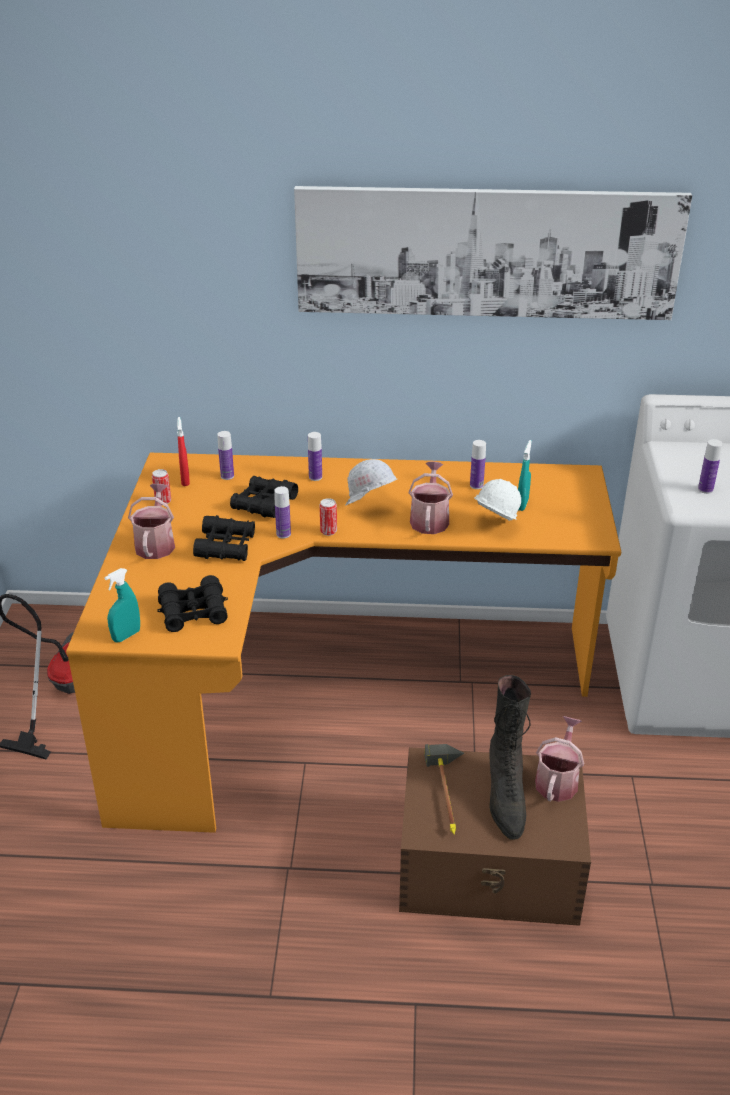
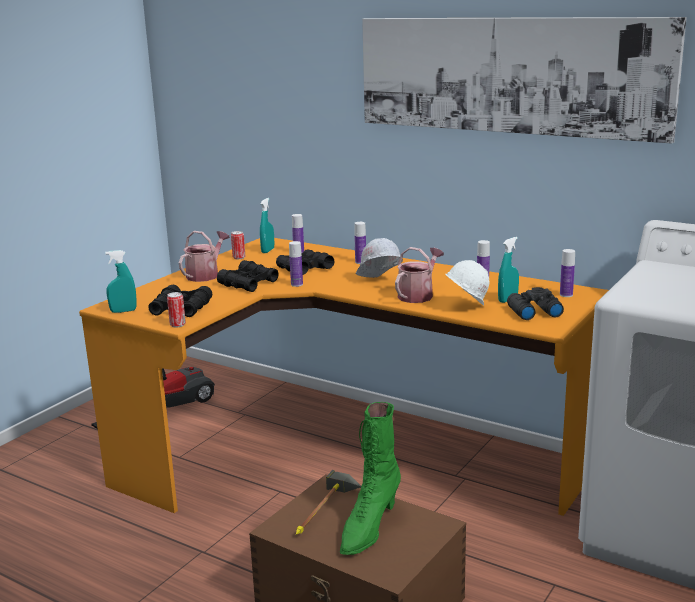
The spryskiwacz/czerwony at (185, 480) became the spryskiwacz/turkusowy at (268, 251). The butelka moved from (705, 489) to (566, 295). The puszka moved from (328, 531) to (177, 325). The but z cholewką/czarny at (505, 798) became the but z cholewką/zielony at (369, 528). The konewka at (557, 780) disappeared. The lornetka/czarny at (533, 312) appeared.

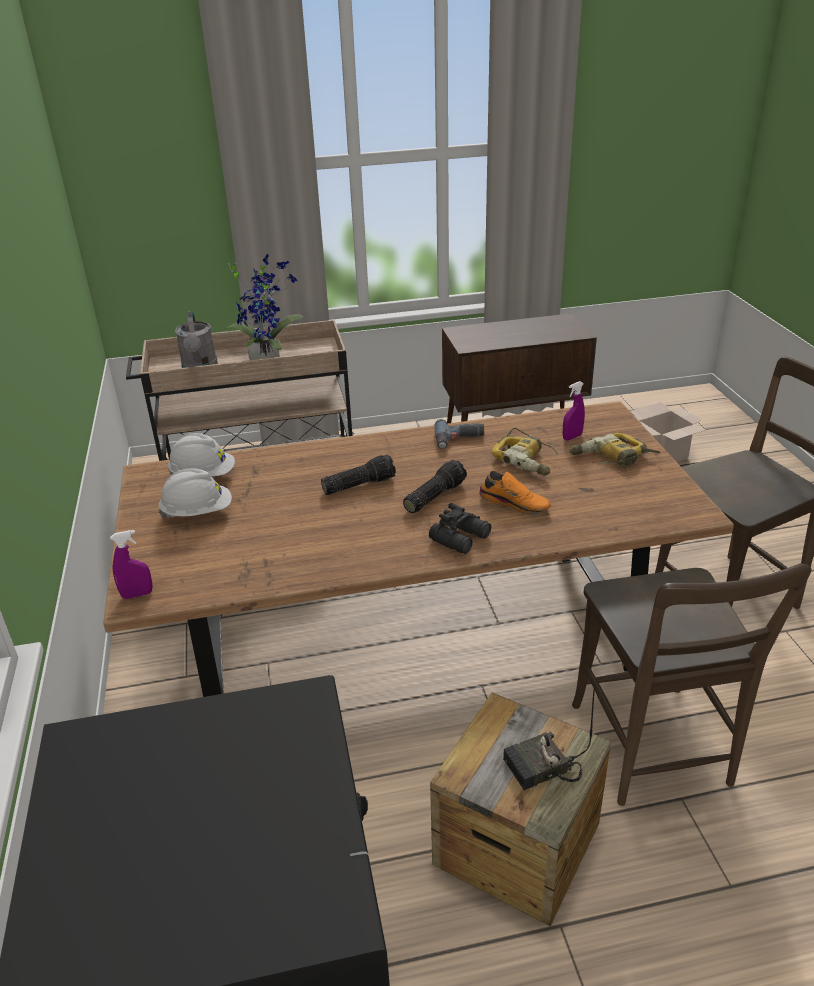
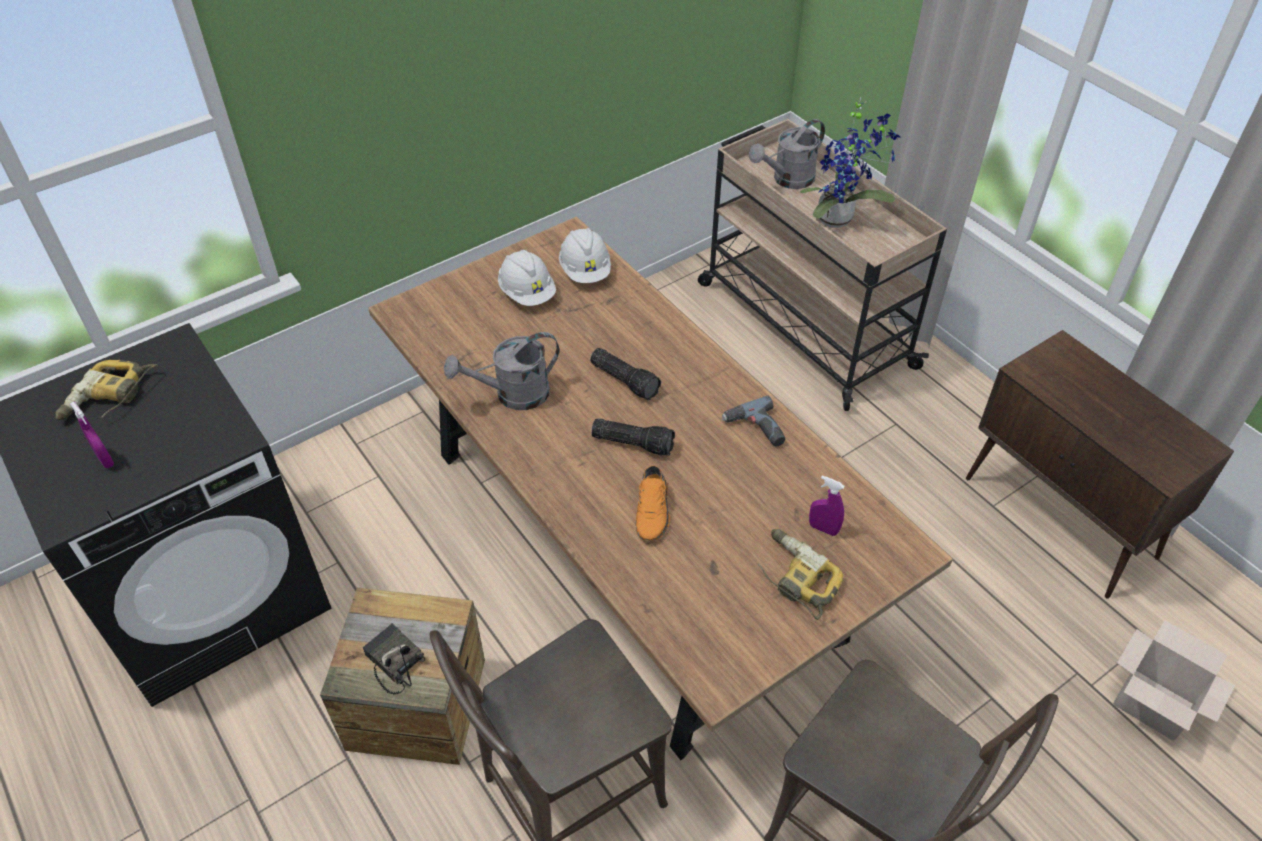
The wiertarka moved from (527, 459) to (109, 398). The lornetka/czarny at (462, 538) disappeared. The spryskiwacz/fioletowy moved from (137, 594) to (105, 459). The konewka/szary at (513, 395) appeared.

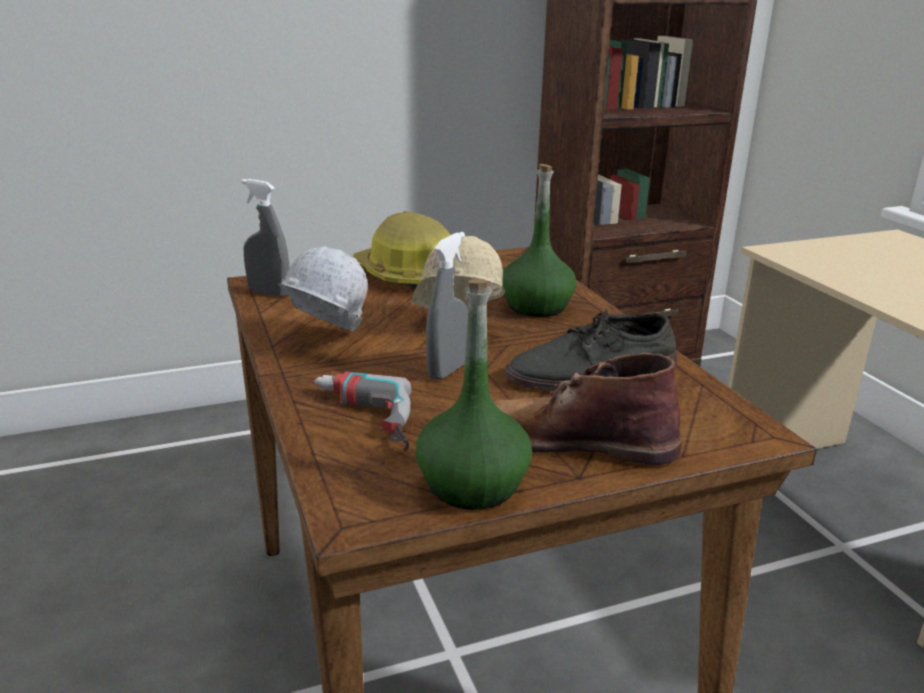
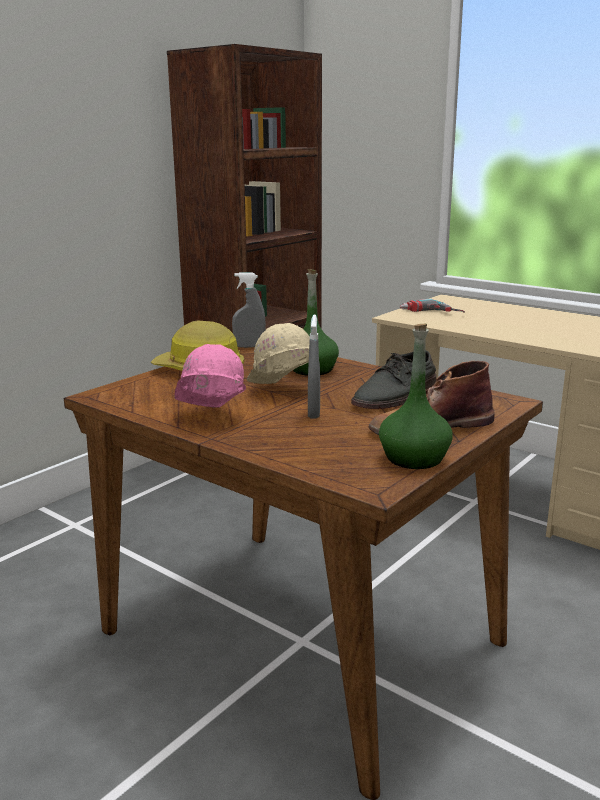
The spryskiwacz/szary moved from (269, 293) to (249, 346). The kask/biały at (323, 342) became the kask/różowy at (210, 417). The wiertarka moved from (359, 421) to (430, 313).

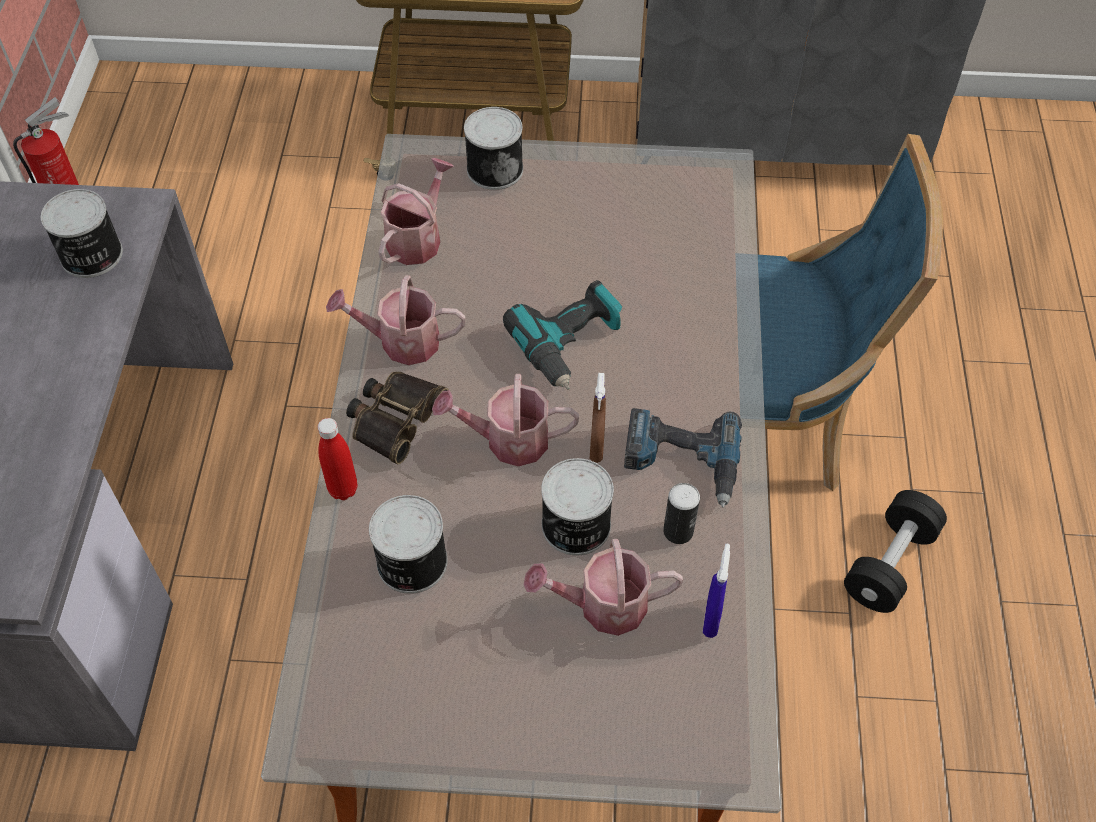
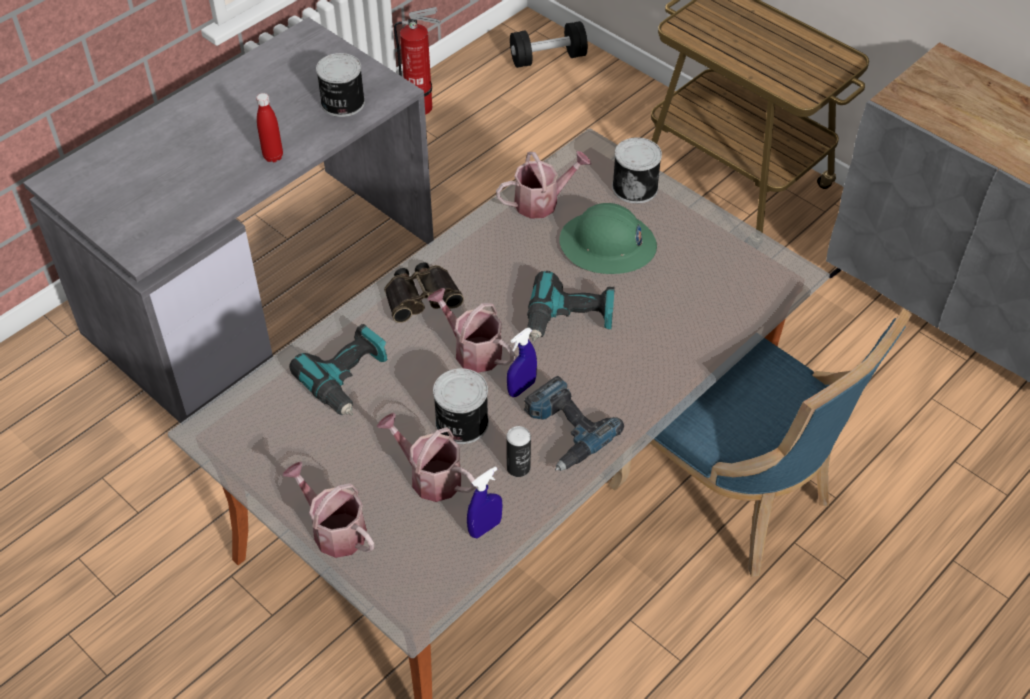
The konewka moved from (401, 341) to (334, 530). The spryskiwacz/brązowy at (597, 446) became the spryskiwacz/niebieski at (521, 388). The butelka/czerwony moved from (343, 489) to (273, 157). The hantel/czarny moved from (889, 563) to (548, 58). The puszka at (410, 563) was replaced by the wiertarka at (349, 379). The kask/zielony at (607, 245) appeared.

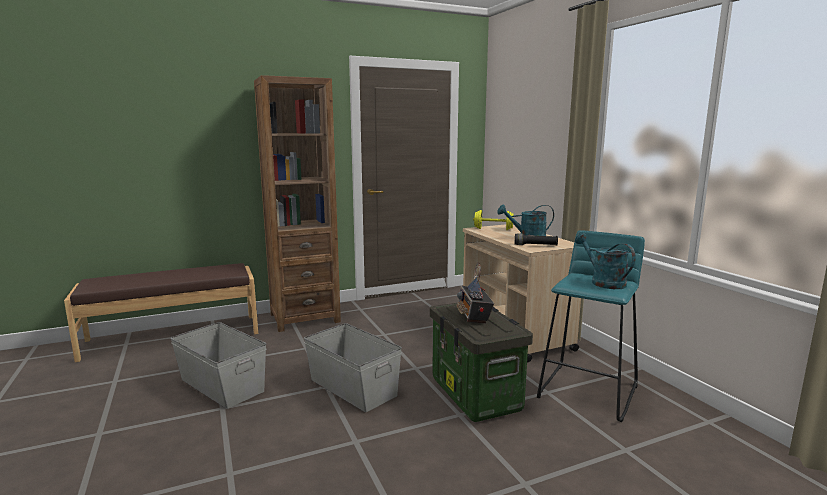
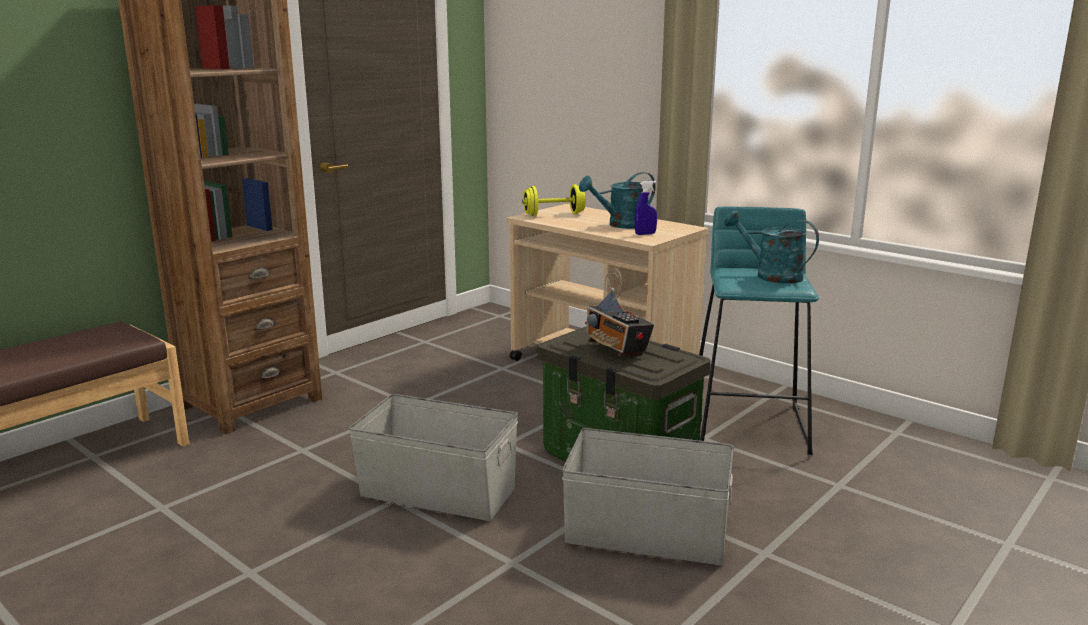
The latarka/czarny at (535, 245) was replaced by the spryskiwacz/niebieski at (645, 234). The pojemnik do przechowywania/szary moved from (221, 385) to (647, 534).

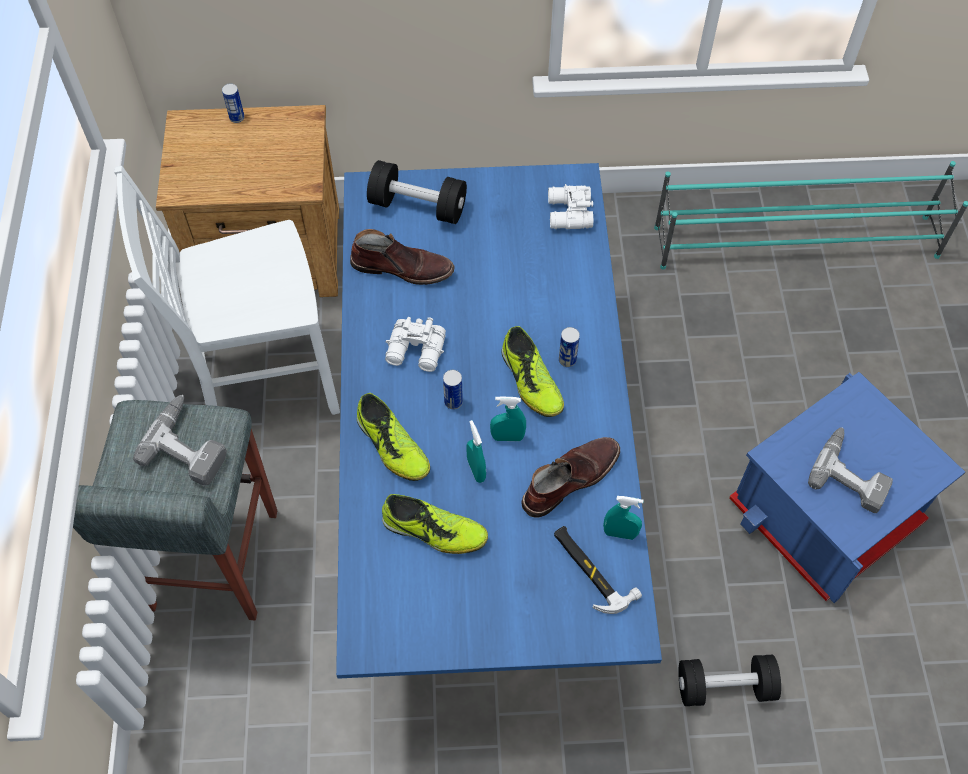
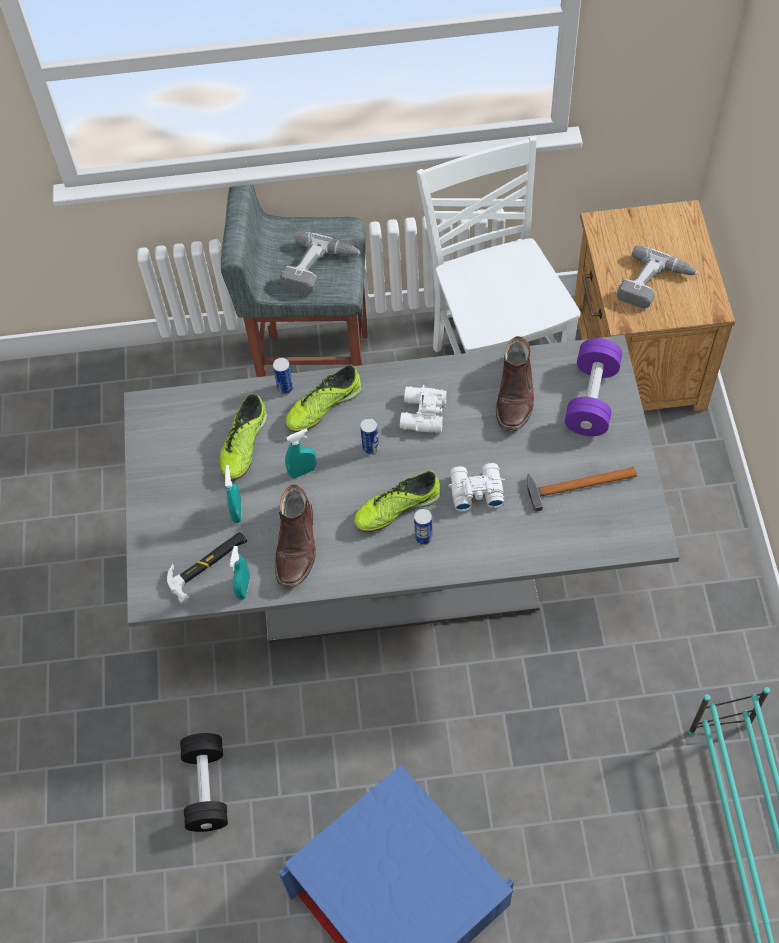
The puszka moved from (237, 117) to (285, 388). The hantel/czarny at (417, 206) became the hantel/fioletowy at (591, 399). The stół jadalny/niebieski at (483, 489) became the stół jadalny/szary at (396, 569). The lornetka/biały moved from (568, 214) to (475, 490). The spryskiwacz/turkusowy moved from (507, 437) to (237, 511). The wiertarka moved from (851, 473) to (654, 285). The but z cholewką/brązowy at (569, 479) turned 45 degrees clockwise. The młotek at (575, 485) appeared.

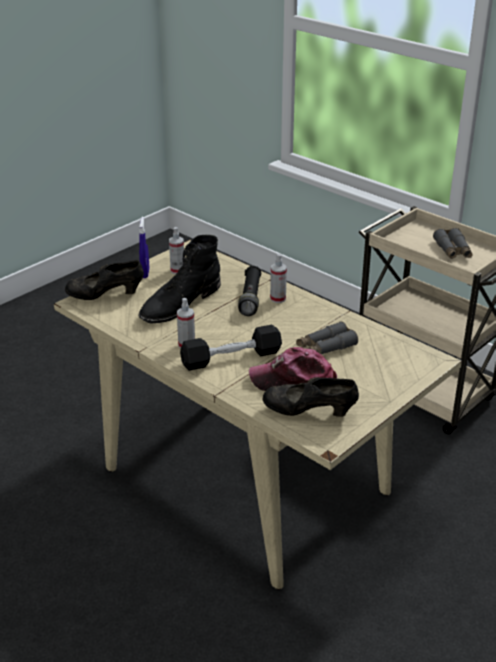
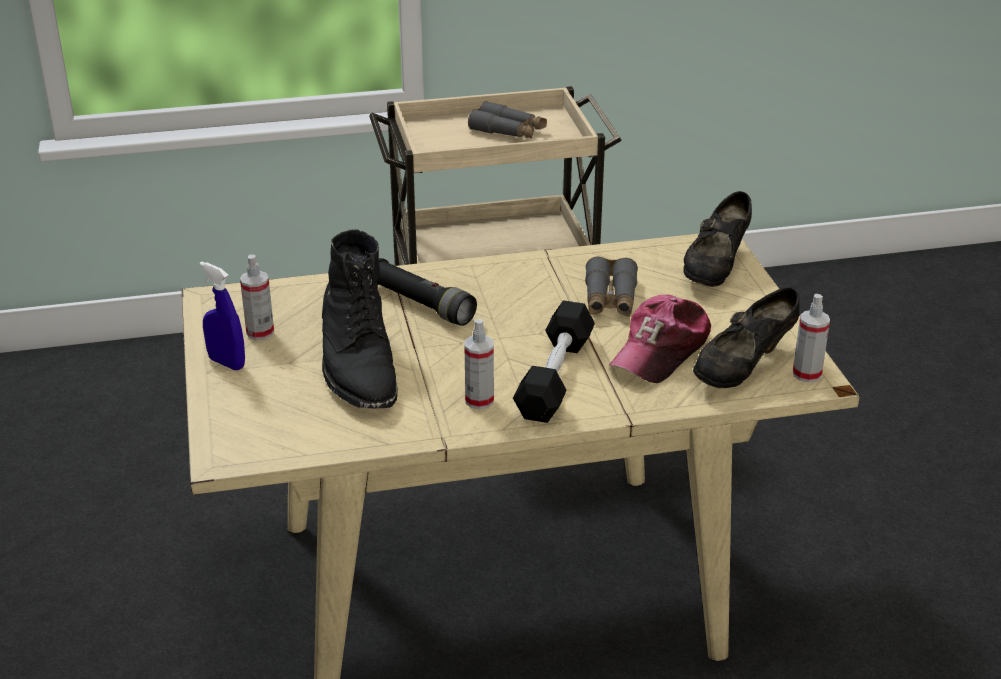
The spryskiwacz moved from (278, 299) to (807, 374). The but/czarny moved from (105, 295) to (715, 269).

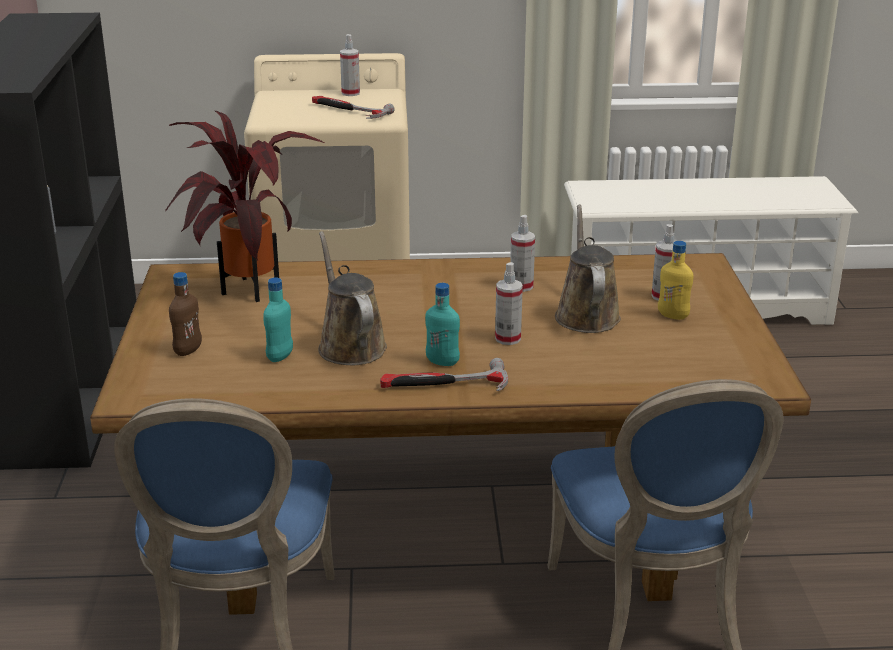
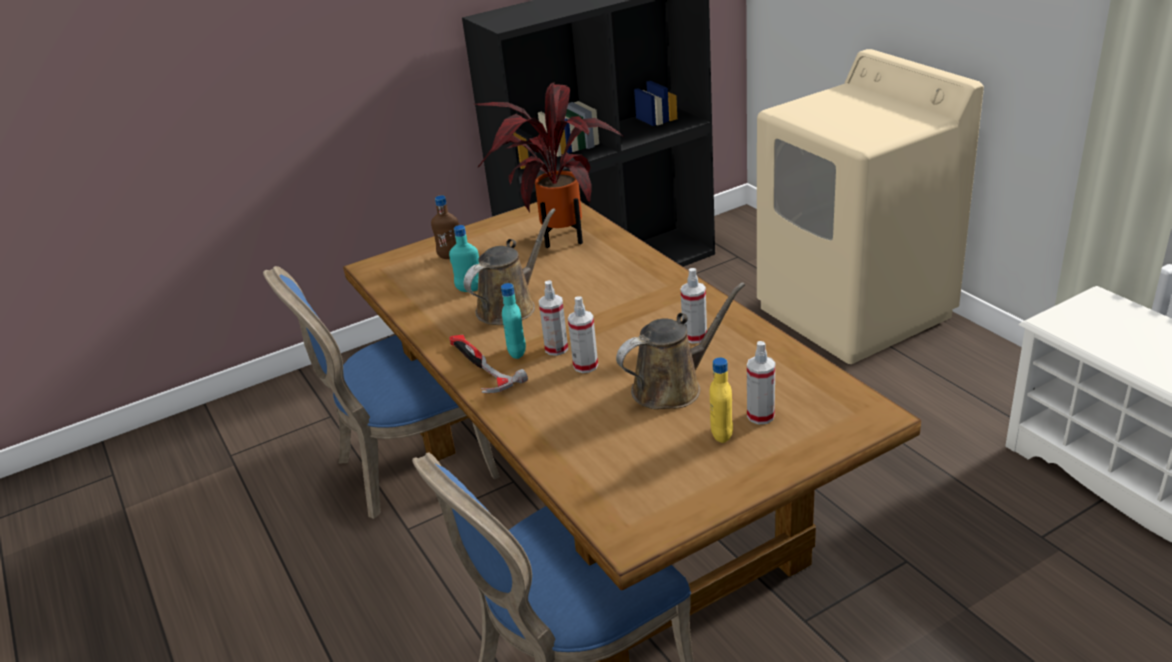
The spryskiwacz moved from (350, 93) to (556, 348). The młotek at (348, 111) disappeared.

